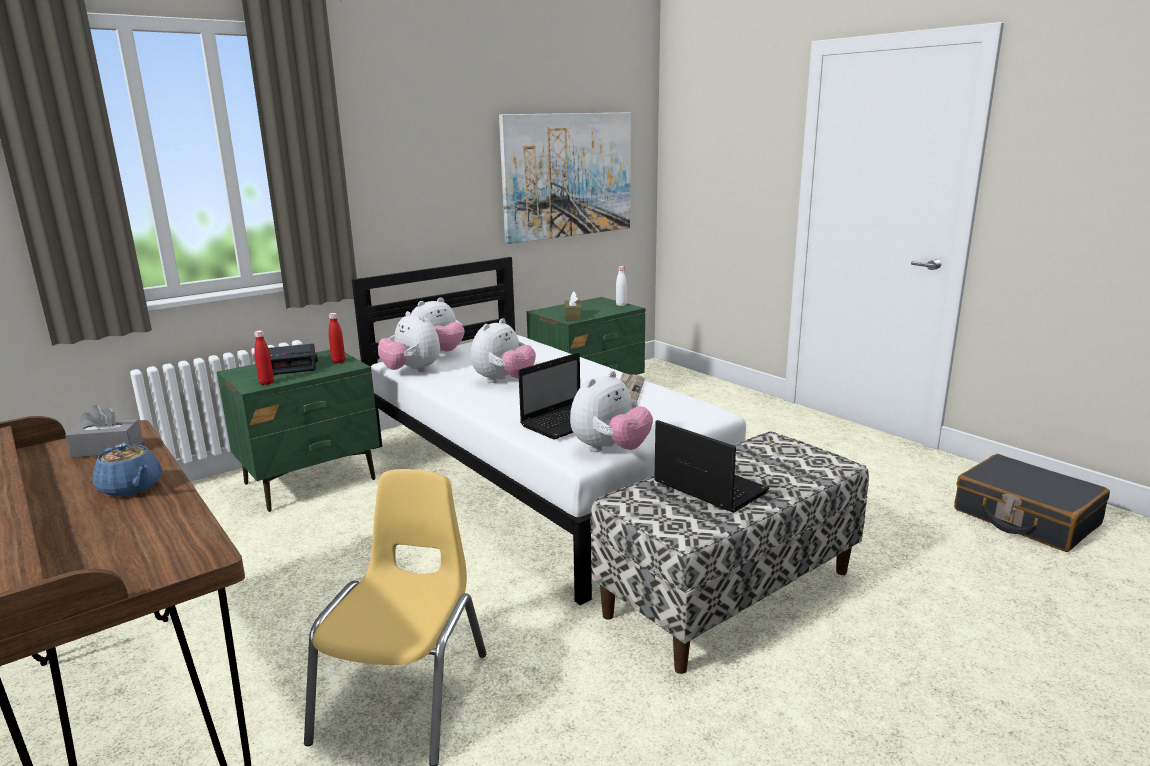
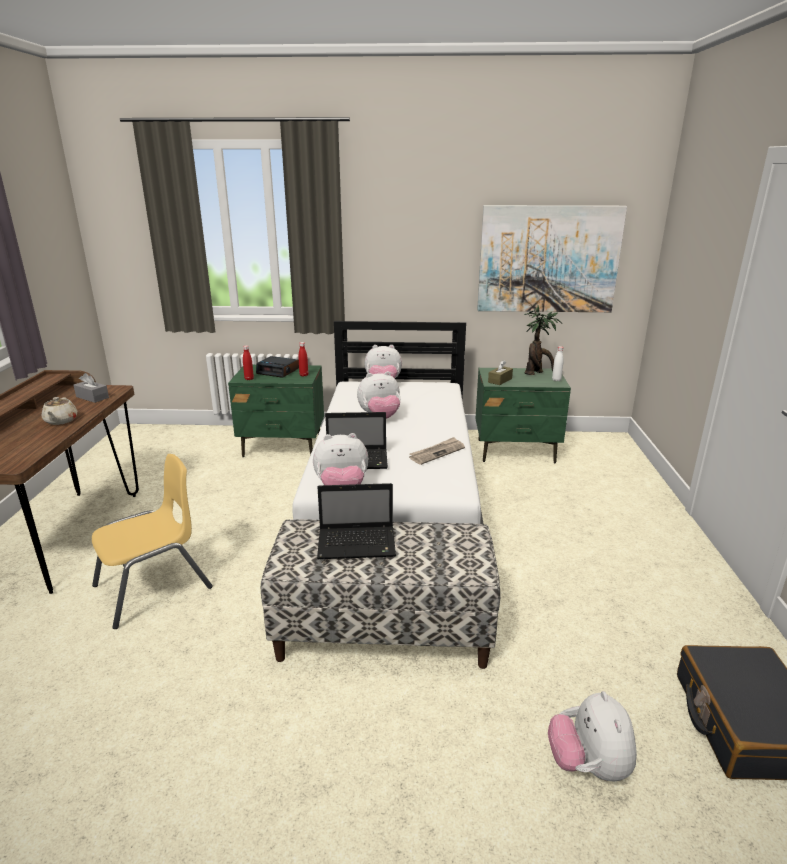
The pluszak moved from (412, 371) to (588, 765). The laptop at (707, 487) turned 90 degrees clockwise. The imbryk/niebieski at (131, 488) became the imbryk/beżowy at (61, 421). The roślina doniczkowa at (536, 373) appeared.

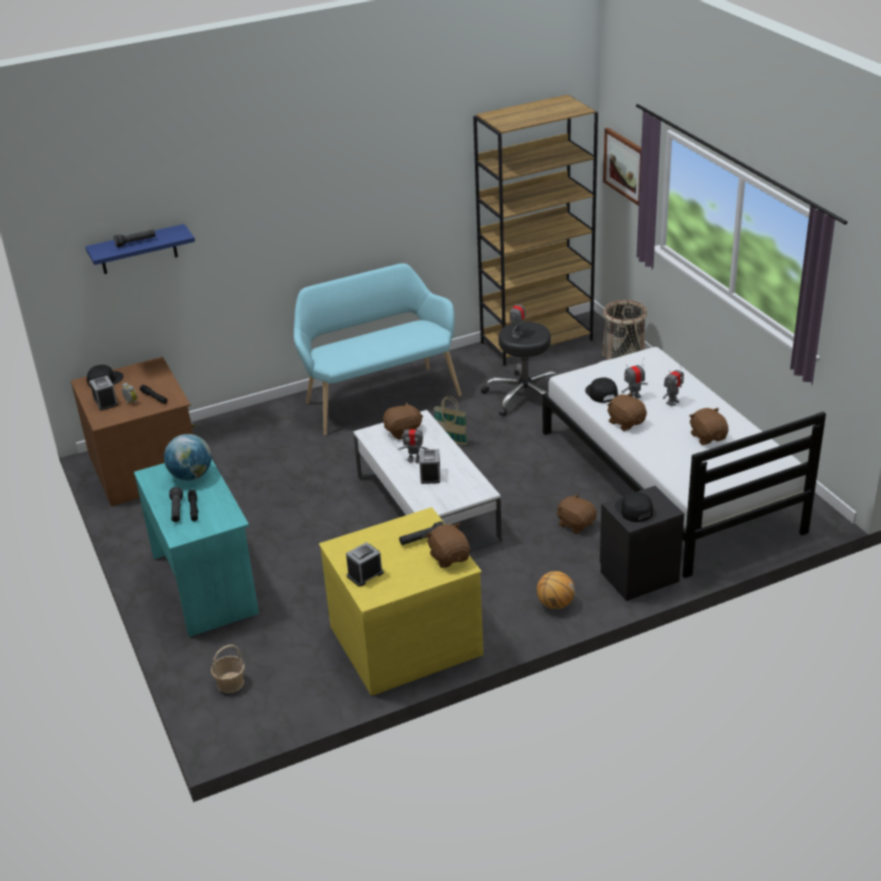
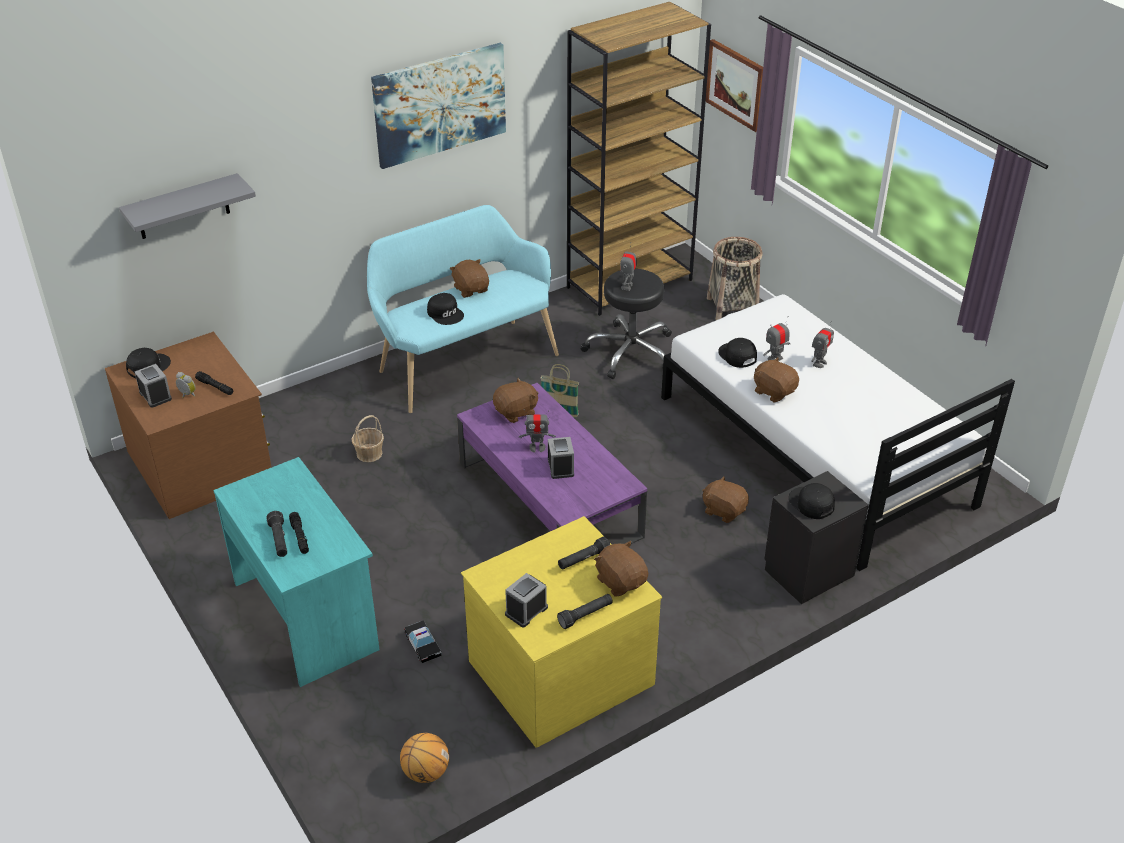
The półka/niebieski at (138, 249) became the półka/szary at (183, 207). The latarka/czarny moved from (136, 242) to (585, 615). The pluszak/brązowy moved from (708, 437) to (471, 289). The ława/biały at (426, 507) became the ława/fioletowy at (548, 499). The globus at (191, 476) disappeared. The piłka do koszykówki moved from (555, 604) to (425, 772). The koszyk moved from (230, 683) to (369, 453). The obraz at (440, 104) appeared. The czapka z daszkiem/czarny at (446, 313) appeared. The samochodzik at (423, 645) appeared.

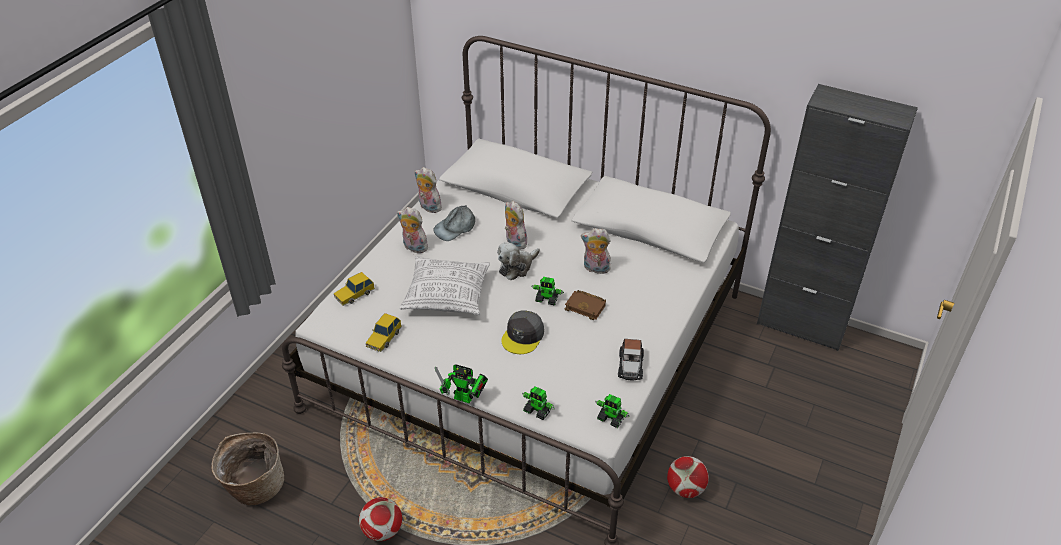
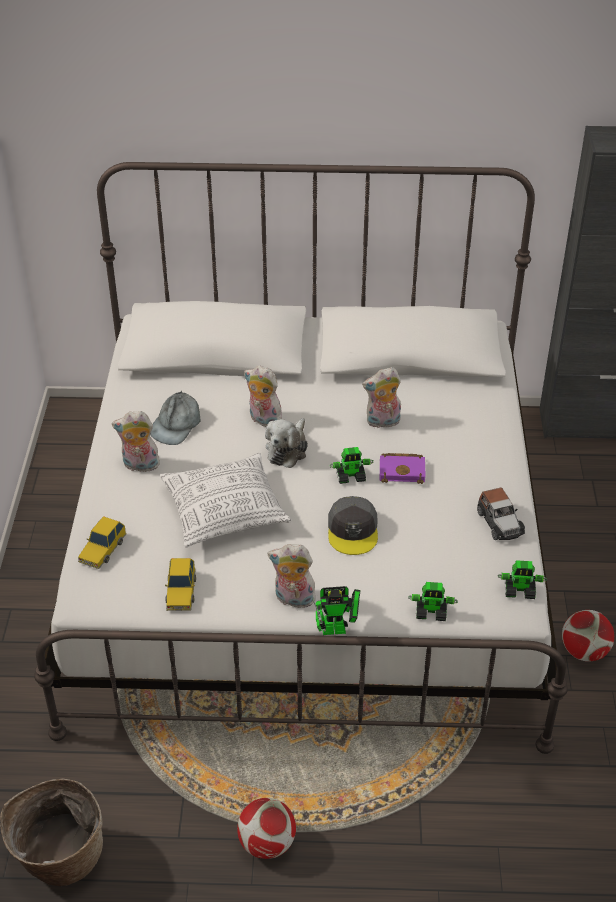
The pluszak moved from (428, 207) to (293, 599). The książka/brązowy at (586, 307) became the książka/fioletowy at (403, 471).

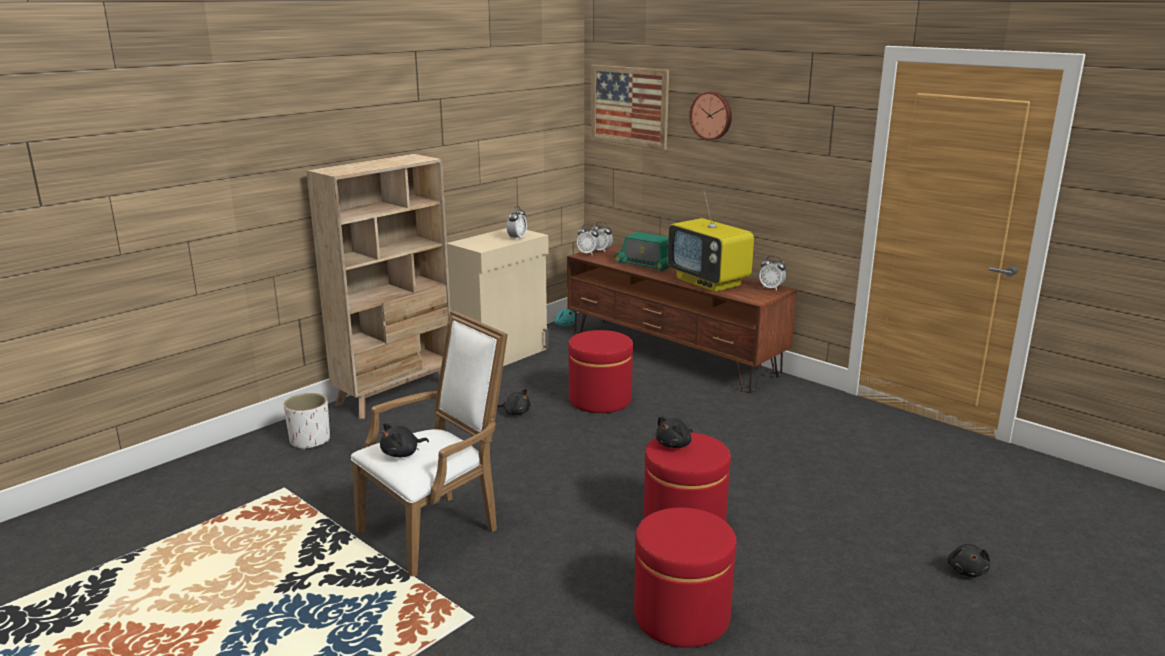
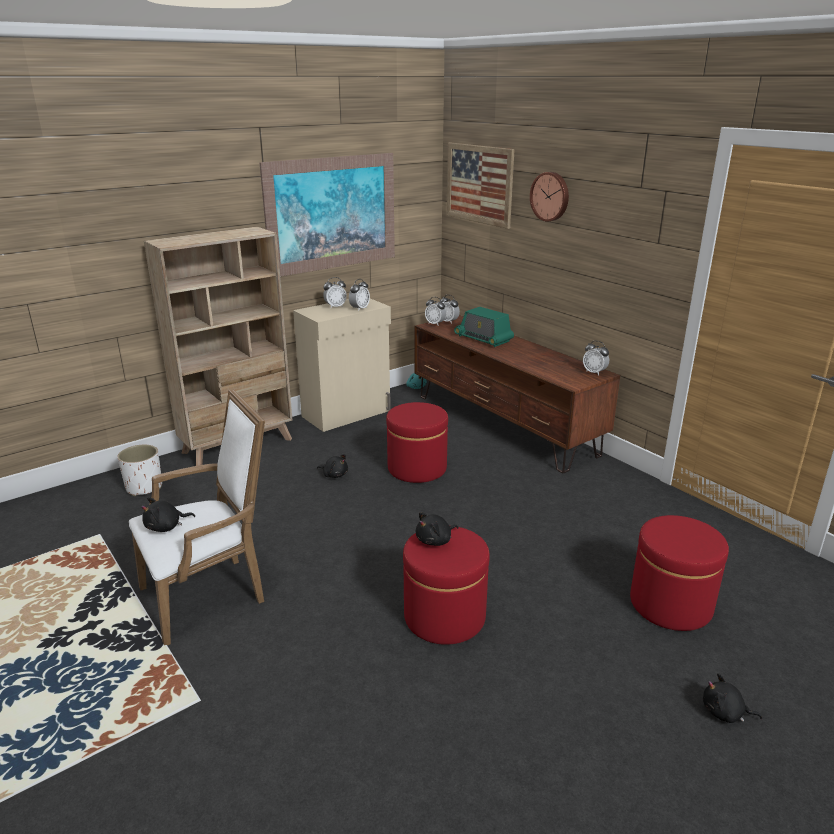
The telewizor at (709, 282) disappeared. The pufa/czerwony moved from (681, 616) to (670, 604). The pluszak/czarny at (967, 570) turned 90 degrees clockwise. The obraz at (332, 213) appeared. The budzik at (335, 307) appeared.

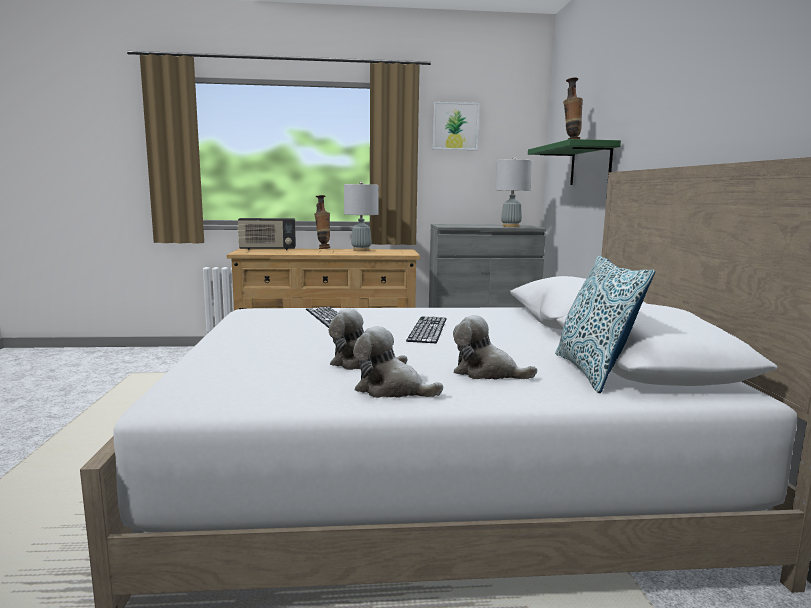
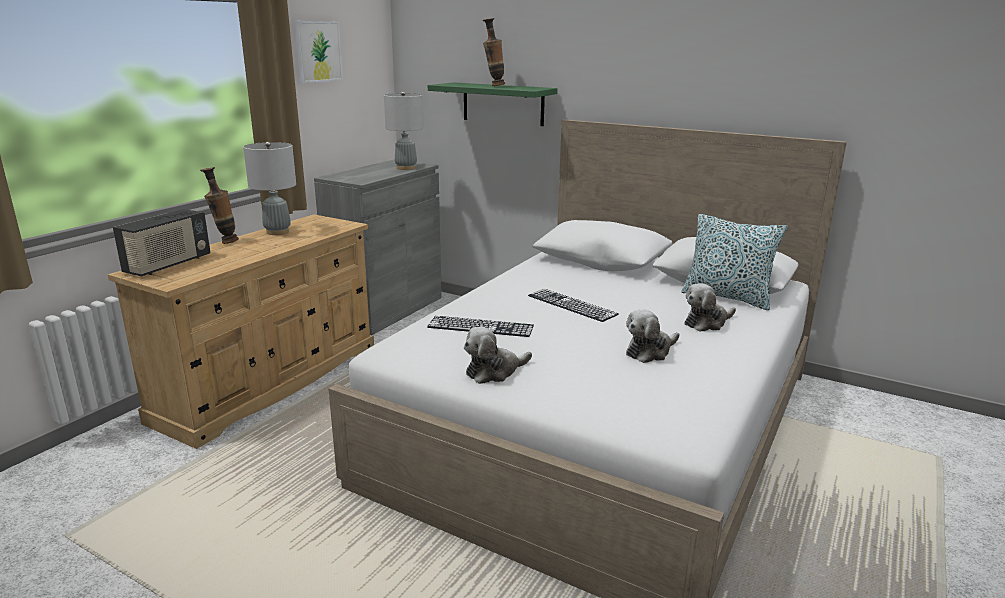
The pluszak moved from (391, 389) to (494, 371).

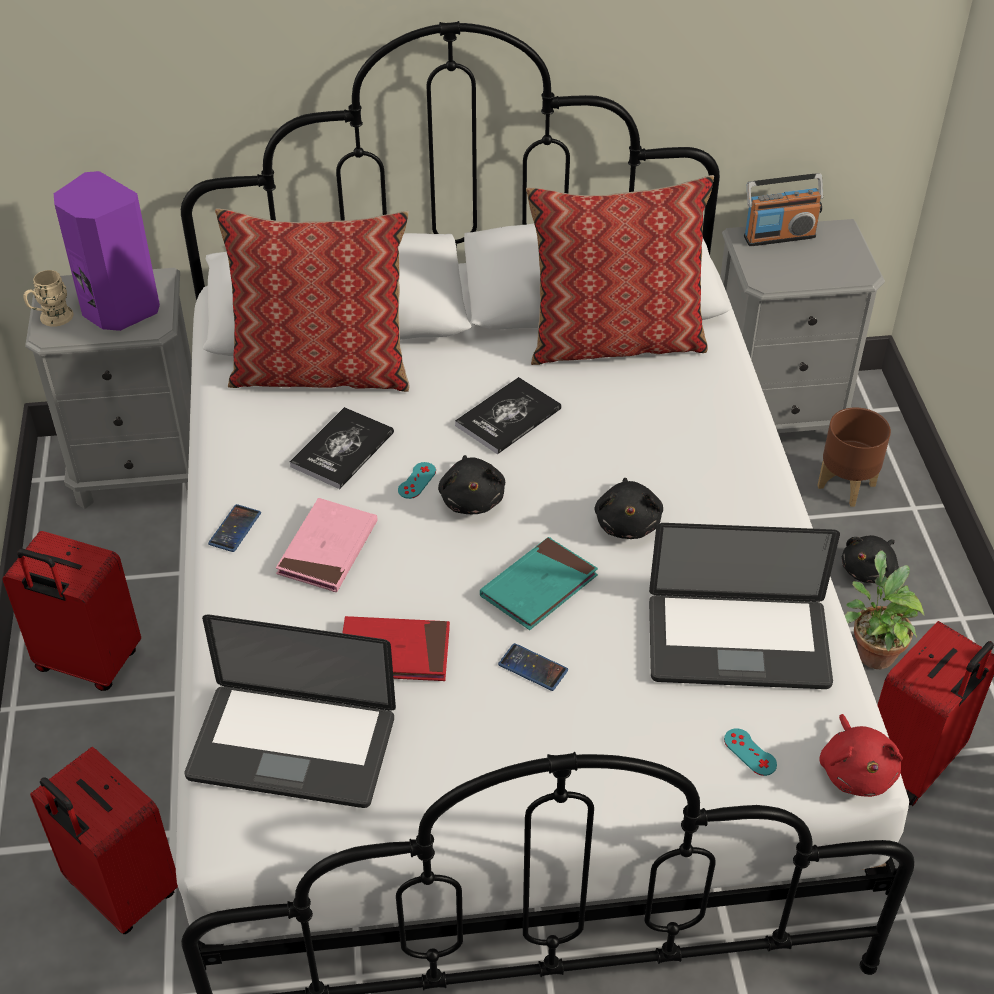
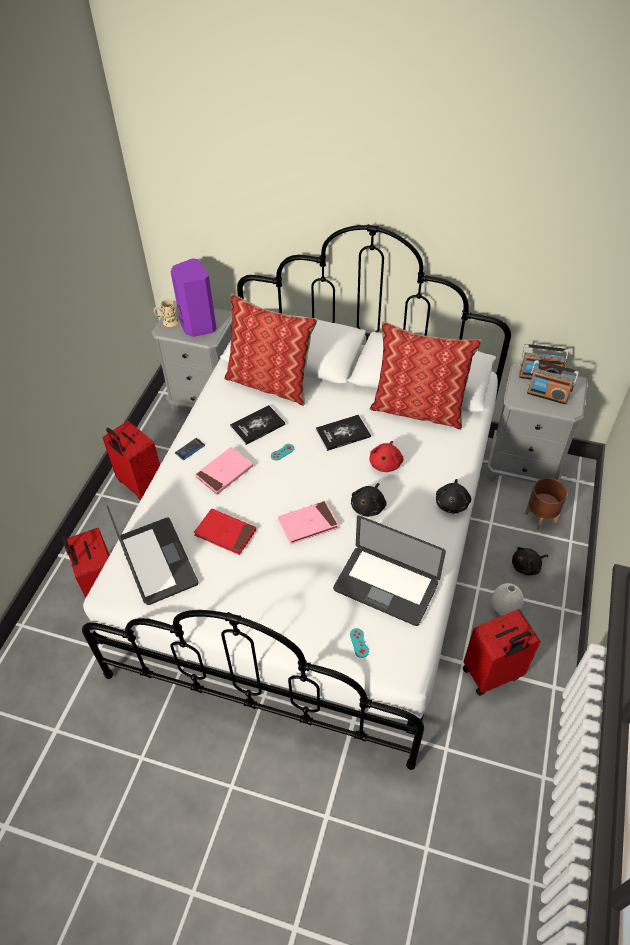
The pluszak/czarny moved from (472, 499) to (452, 503). The książka/turkusowy at (539, 587) became the książka/różowy at (308, 524). The roślina doniczkowa at (872, 651) was replaced by the wazon/biały at (504, 609). The laptop at (292, 747) turned 150 degrees counterclockwise. The telefon at (533, 667) disappeared. The pluszak/czerwony moved from (856, 771) to (386, 463). The radio at (547, 395) appeared.

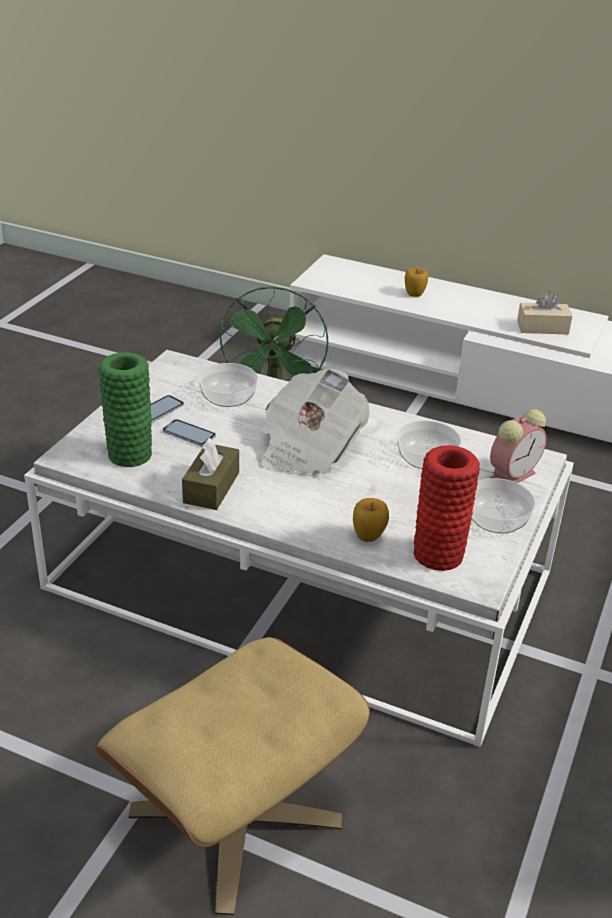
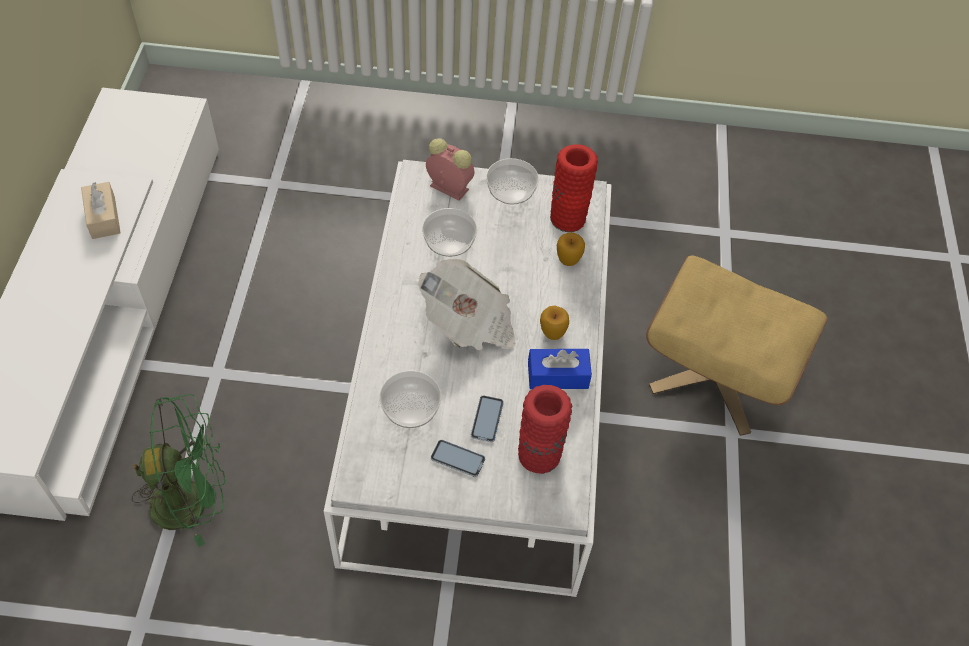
The jabłko moved from (414, 294) to (552, 333). The wazon/zielony at (130, 454) became the wazon/czerwony at (539, 455). The pudełko chusteczek/brązowy at (211, 487) became the pudełko chusteczek/niebieski at (558, 375).

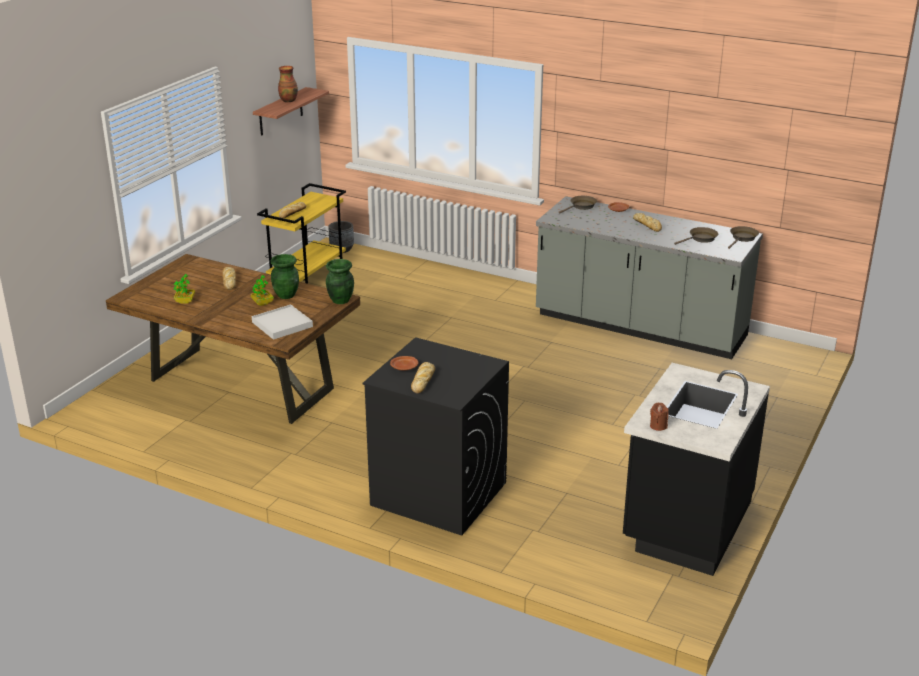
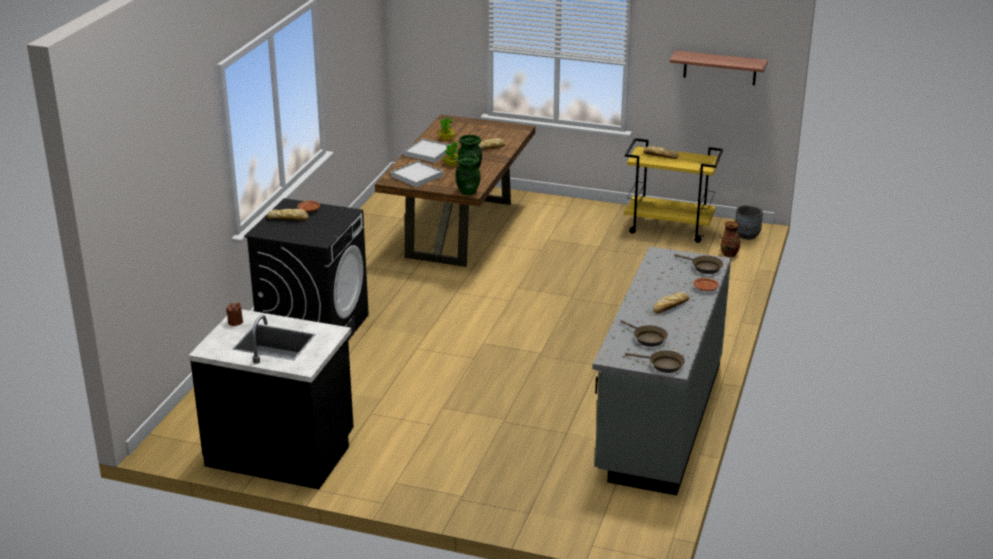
The wazon moved from (288, 100) to (729, 254). The taca/biały at (428, 153) appeared.

